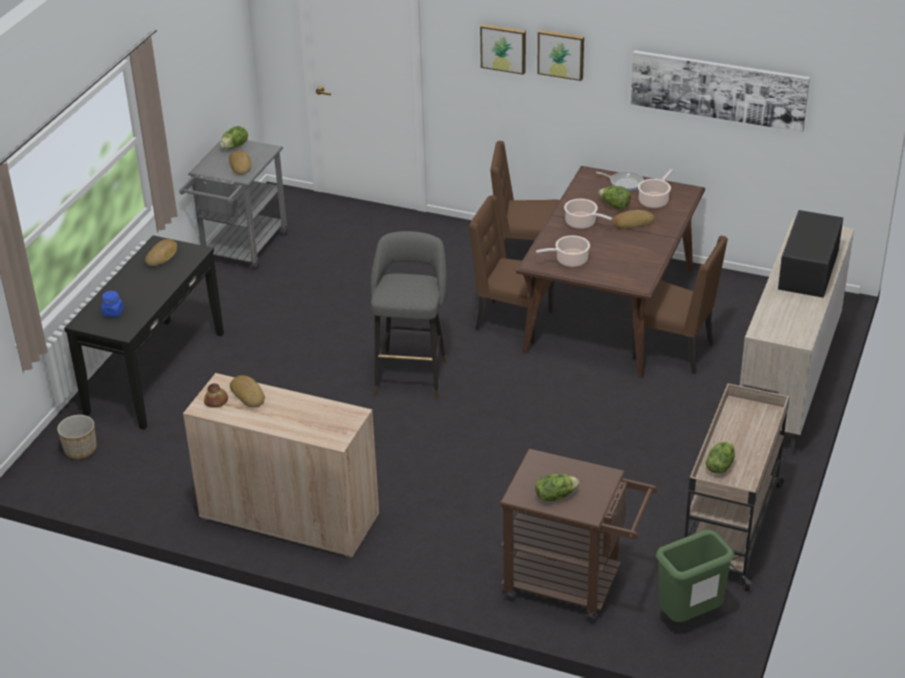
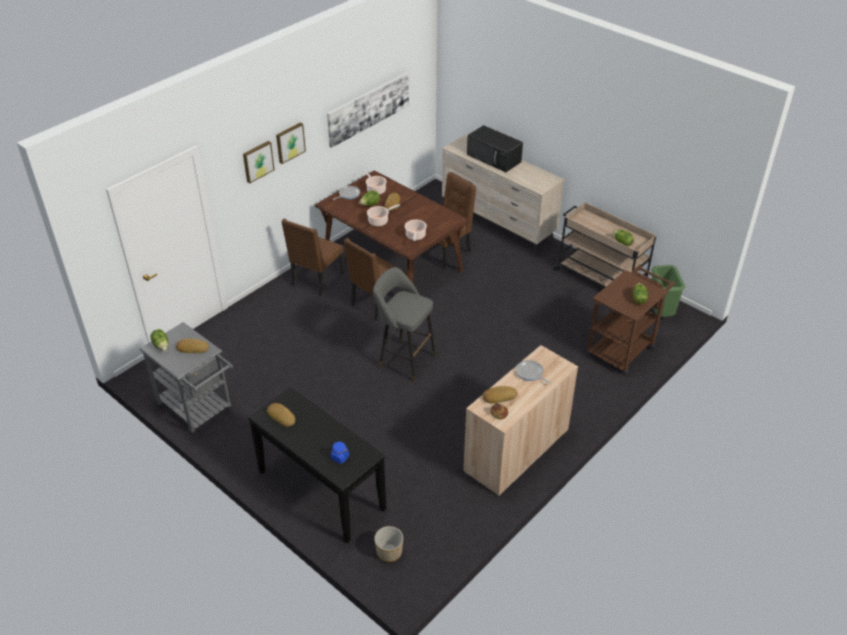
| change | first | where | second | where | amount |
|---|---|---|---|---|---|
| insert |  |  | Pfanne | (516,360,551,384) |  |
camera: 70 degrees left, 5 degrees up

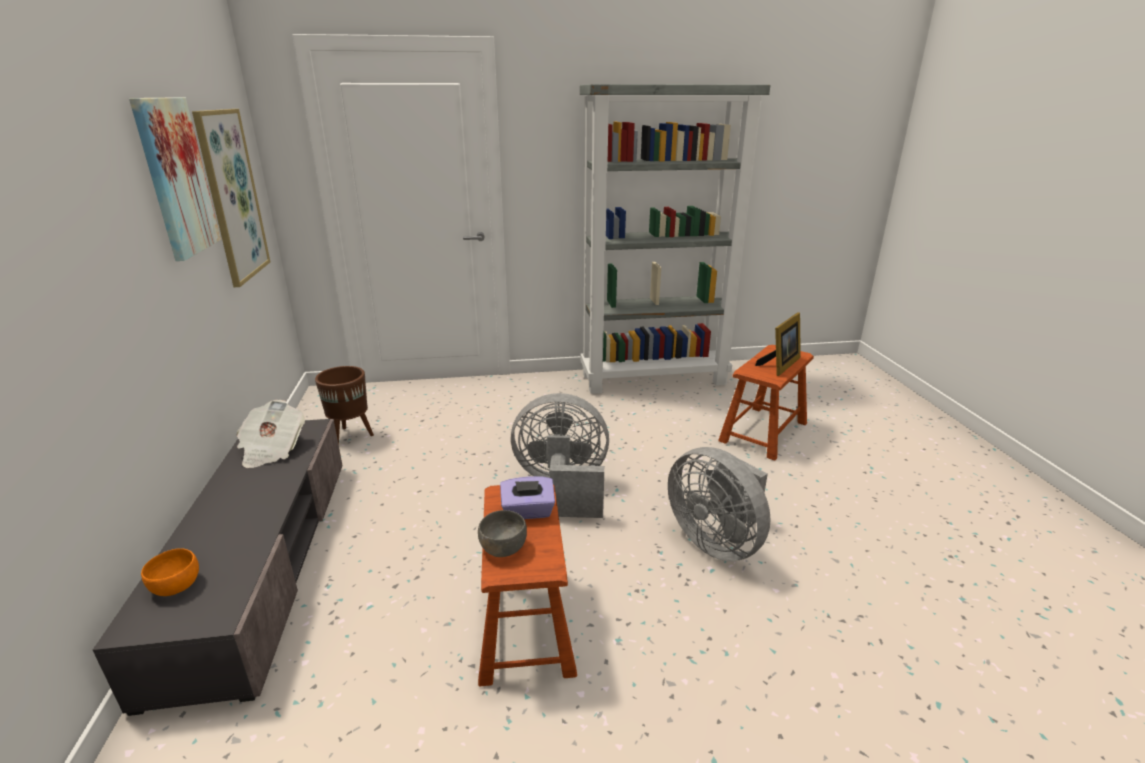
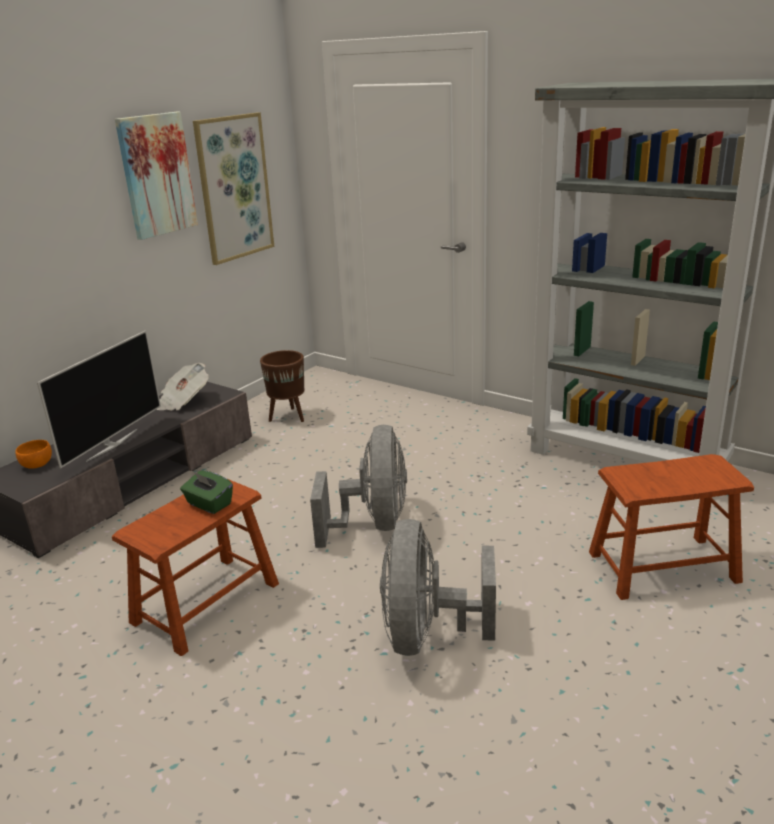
| change | first | where | second | where | amount |
|---|---|---|---|---|---|
| insert |  |  | Fernseher | (37,330,161,468) |  |
| recolor | Taschentuchbox [lila] | (500,476,555,519) | Taschentuchbox [grün] | (180,471,233,514) |  |
| rotate | Ventilator [grau] | (511,393,609,518) |  | (310,425,407,548) | 45 degrees clockwise |
| delete | Schüssel [grau] | (478,510,527,557) |  |  |  |
| delete | Bilderrahmen | (755,312,801,376) |  |  |  |
camera: 45 degrees right, 0 degrees up

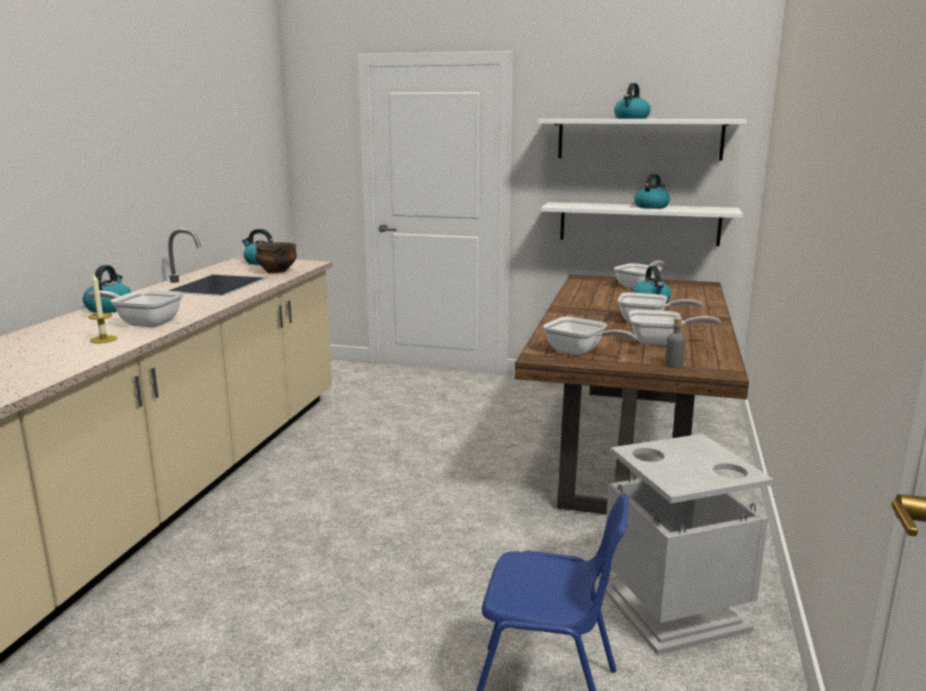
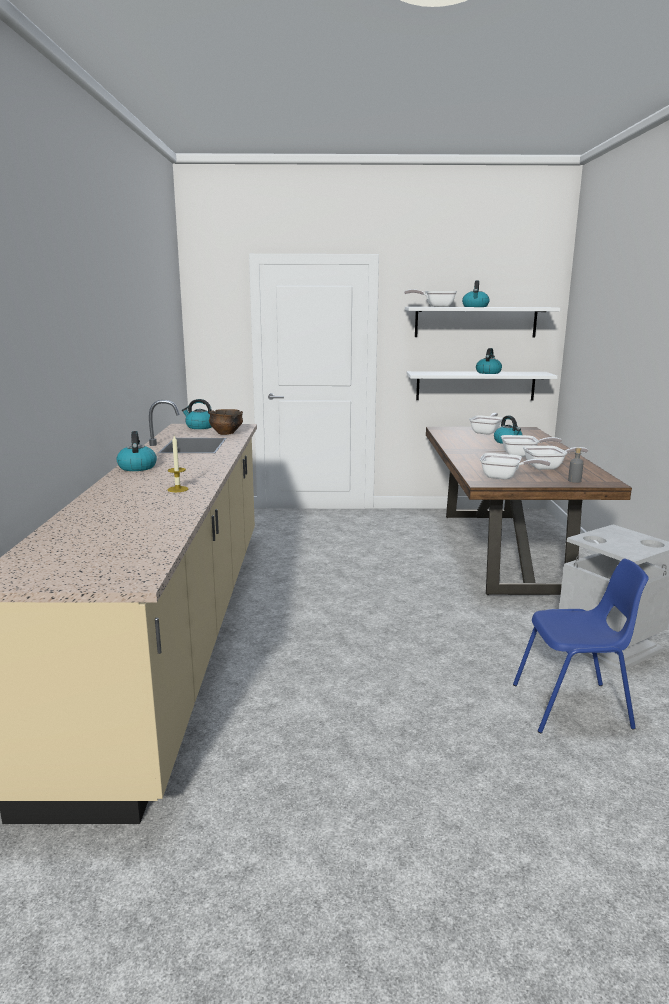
| change | first | where | second | where | amount |
|---|---|---|---|---|---|
| move | Pfanne | (88,290,183,327) |  | (404,289,457,307) |  |
camera: 15 degrees left, 0 degrees up

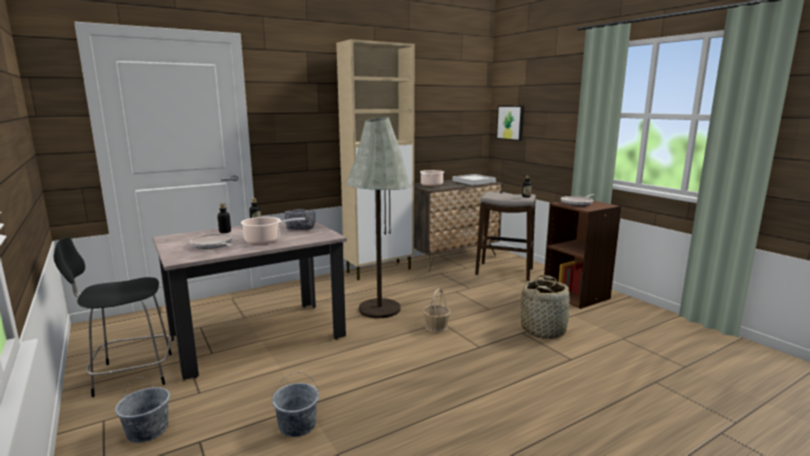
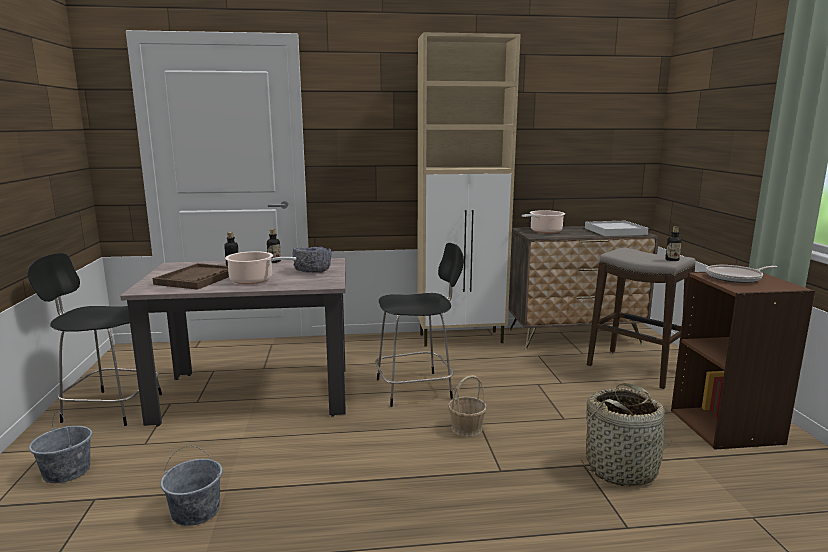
| change | first | where | second | where | amount |
|---|---|---|---|---|---|
| replace | Pfanne | (190,233,233,249) | Tablett [braun] | (153,263,229,290) |  |
| replace | Stehlampe [grau] | (346,117,410,318) | Stuhl [schwarz] | (375,243,464,407) |  |
| delete | Bild | (496,105,524,141) |  |  |  |
camera: 25 degrees right, 0 degrees up

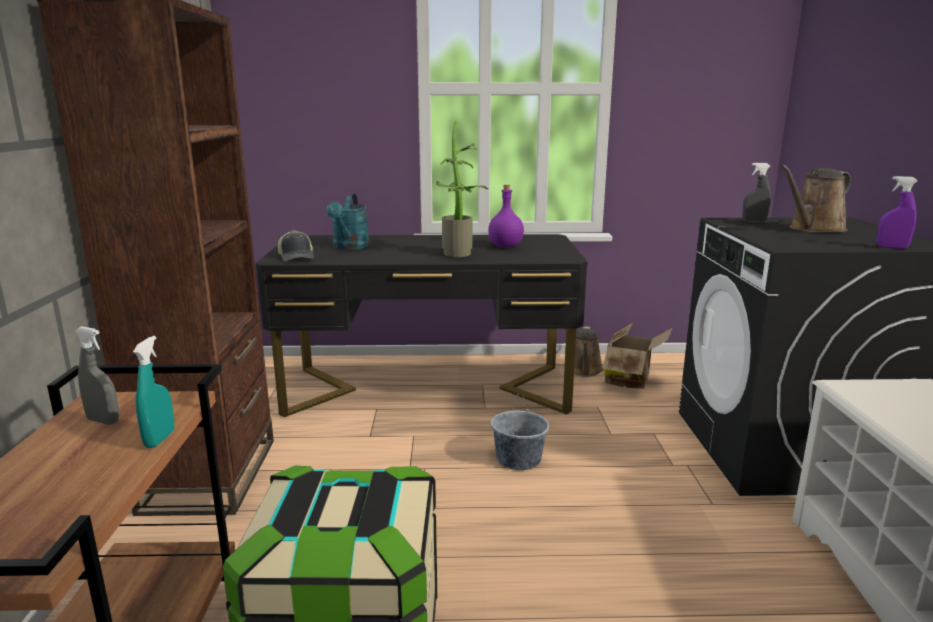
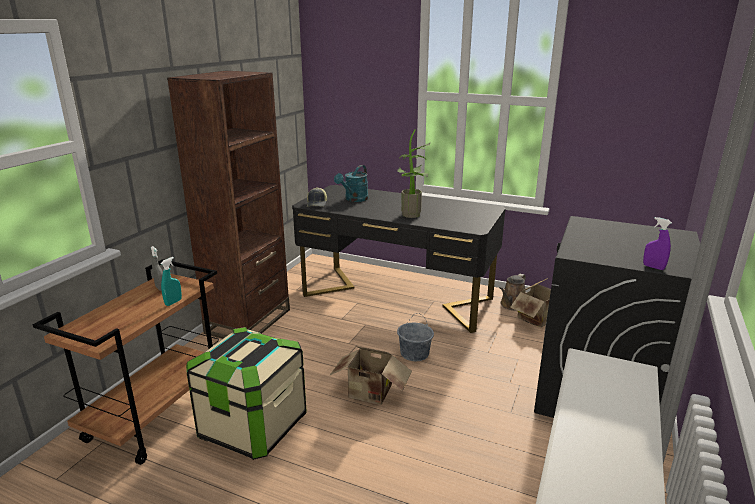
| change | first | where | second | where | amount |
|---|---|---|---|---|---|
| insert |  |  | Karton | (329,346,412,405) |  |
| delete | Flasche [lila] | (488,185,524,248) |  |  |  |
| delete | Sprühflasche [grau] | (742,163,771,222) |  |  |  |
| delete | Gießkanne [braun] | (780,165,851,233) |  |  |  |
camera: 25 degrees right, 5 degrees up

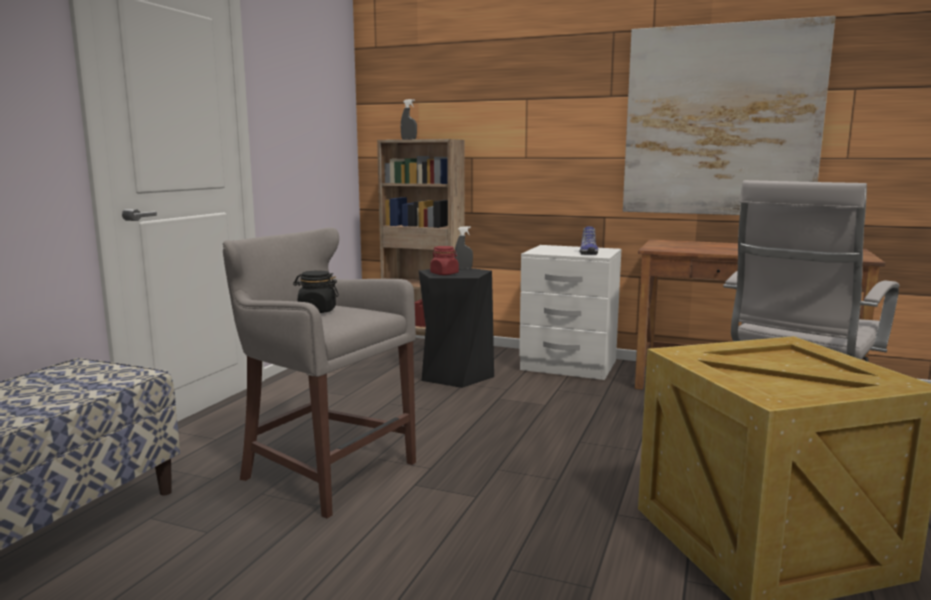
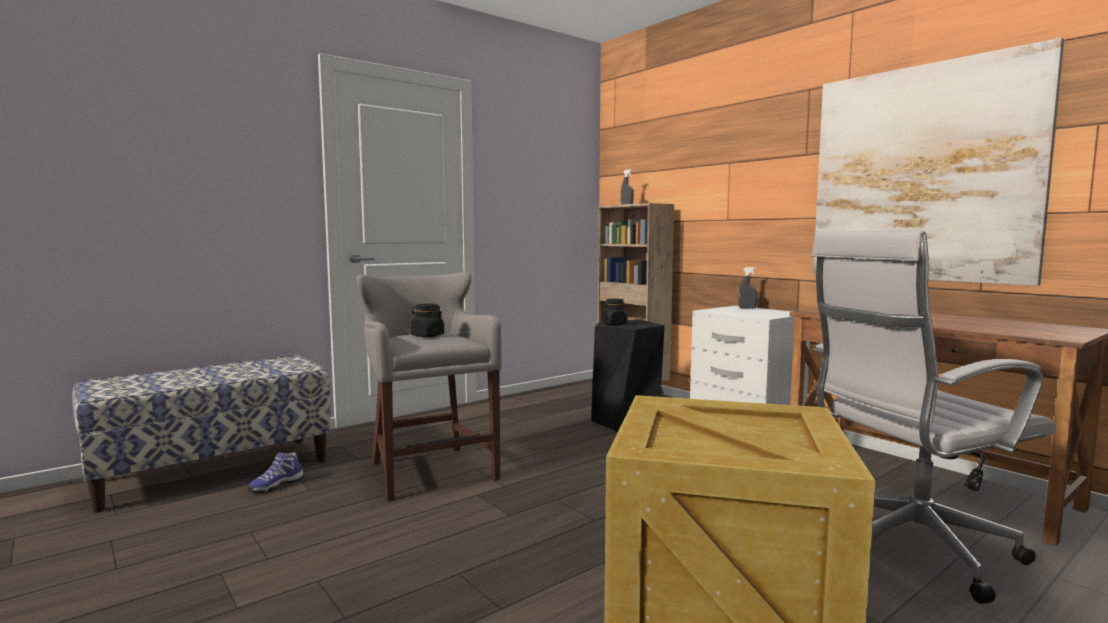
| change | first | where | second | where | amount |
|---|---|---|---|---|---|
| move | Schuh | (580,226,598,255) |  | (247,452,304,494) |  |
| recolor | Vorratsglas [rot] | (430,246,459,275) | Vorratsglas [schwarz] | (602,299,628,325) |  |
| move | Sprühflasche [grau] | (454,226,473,269) |  | (738,267,758,309) |  |
camera: 30 degrees right, 5 degrees down

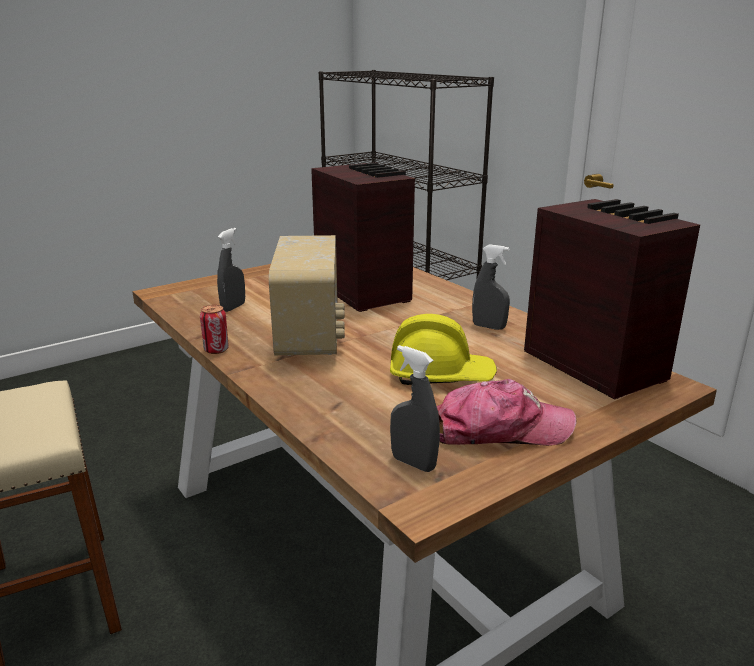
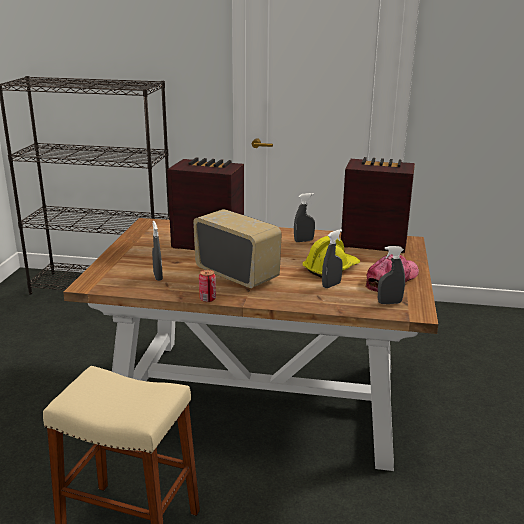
| change | first | where | second | where | amount |
|---|---|---|---|---|---|
| insert |  |  | Sprühflasche [grau] | (322,229,343,288) |  |
camera: 45 degrees left, 0 degrees up

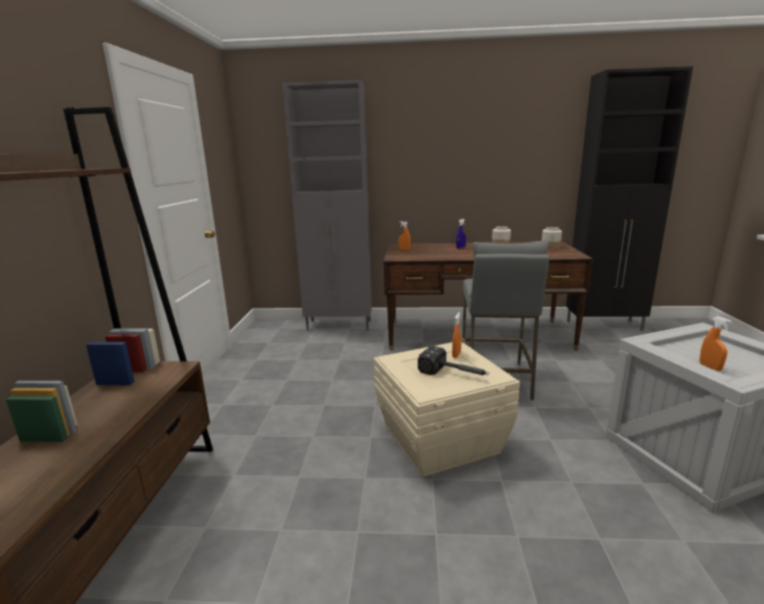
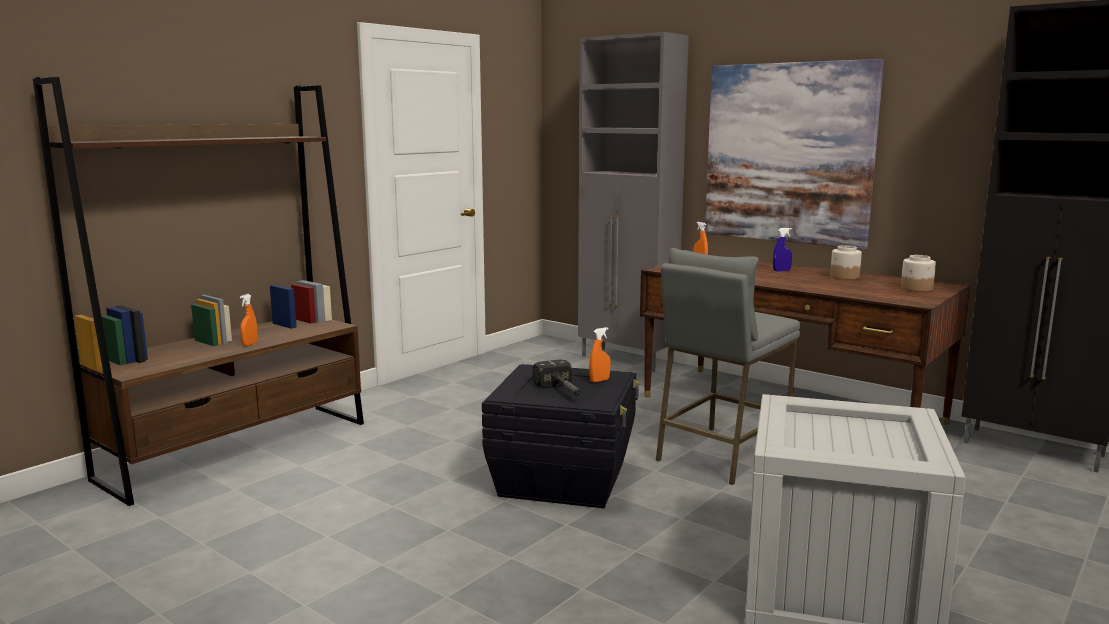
| change | first | where | second | where | amount |
|---|---|---|---|---|---|
| move | Sprühflasche [orange] | (700,316,732,371) |  | (240,294,258,346) |  |
| recolor | Aufbewahrungsbox [beige] | (374,342,520,477) | Aufbewahrungsbox [schwarz] | (482,364,640,508) |  |
| insert |  |  | Bild | (705,59,884,249) |  |
camera: 35 degrees right, 5 degrees down

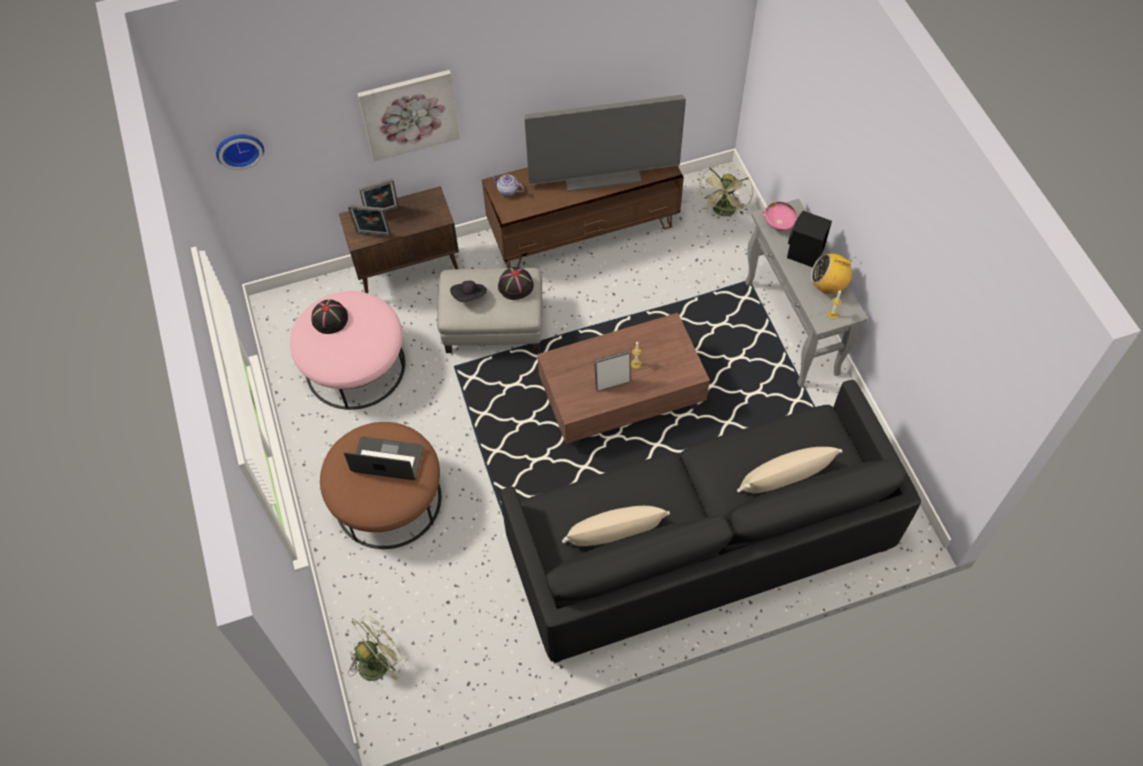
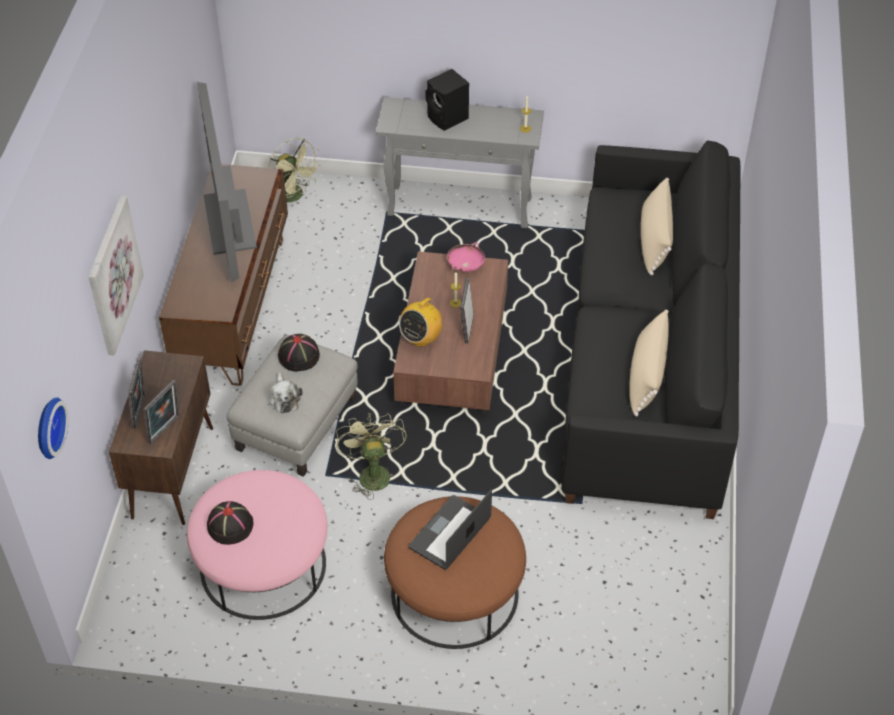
| change | first | where | second | where | amount |
|---|---|---|---|---|---|
| rotate | Fernseher | (524,95,686,192) |  | (197,82,257,282) | 150 degrees clockwise |
| replace | Hut [schwarz] | (450,281,487,302) | Plüschtier | (269,372,303,413) |  |
| move | Ventilator [grün] | (348,611,404,681) |  | (336,413,407,500) |  |
| move | Radio | (811,253,856,294) |  | (399,293,443,347) |  |
| move | Schüssel [rosa] | (761,202,800,231) |  | (447,242,485,272) |  |
| delete | Teekanne | (491,174,524,196) |  |  |  |
camera: 65 degrees left, 10 degrees down

